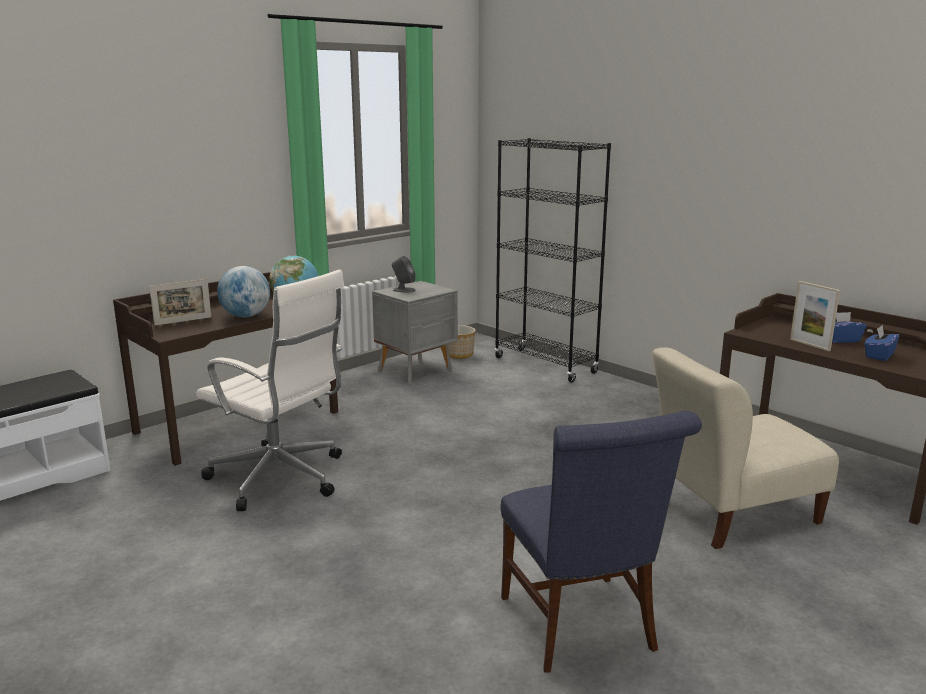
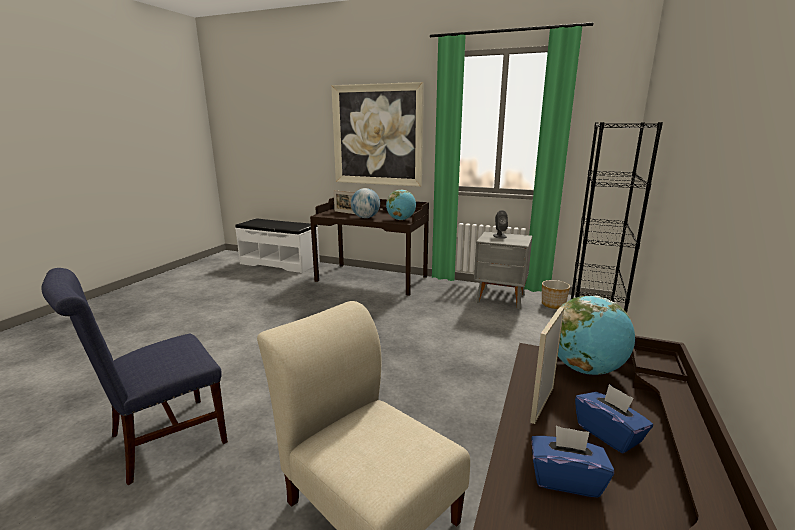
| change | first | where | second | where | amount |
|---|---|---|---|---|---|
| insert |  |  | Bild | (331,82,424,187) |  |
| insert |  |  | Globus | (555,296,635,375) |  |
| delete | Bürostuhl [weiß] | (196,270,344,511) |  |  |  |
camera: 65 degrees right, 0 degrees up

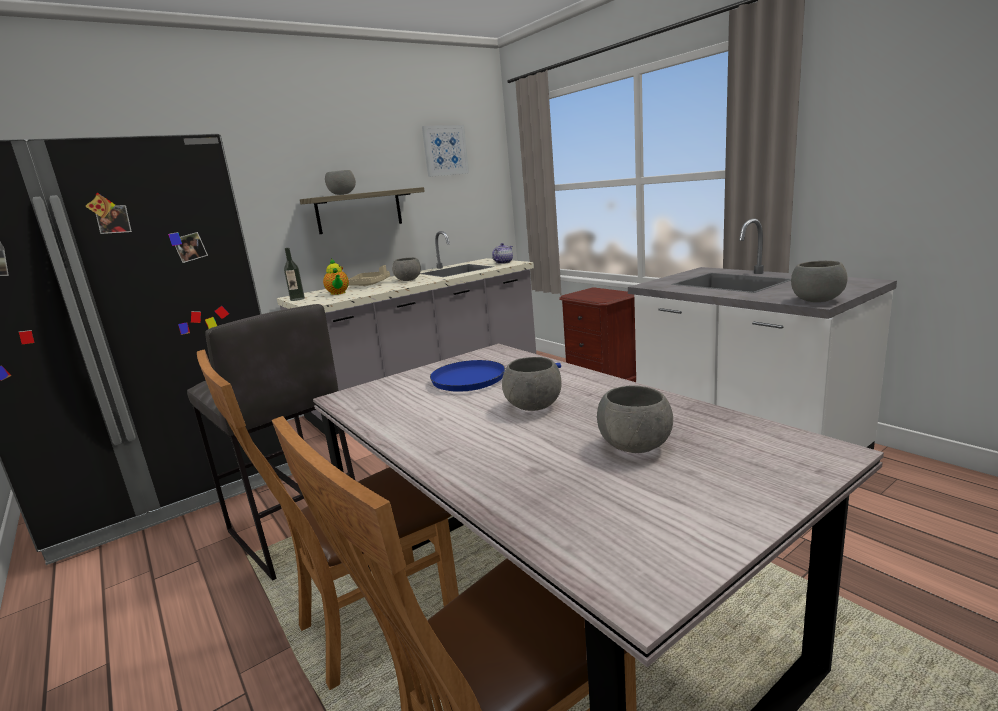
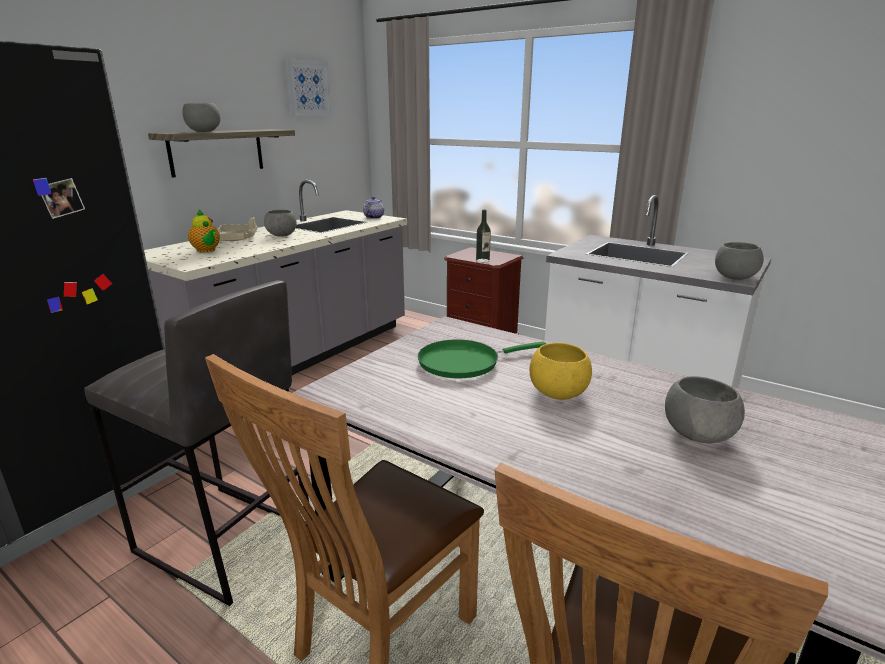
| change | first | where | second | where | amount |
|---|---|---|---|---|---|
| recolor | Pfanne [blau] | (430,360,561,392) | Pfanne [grün] | (418,339,546,379) |  |
| move | Flasche | (284,248,305,301) |  | (476,210,491,262) |  |
| recolor | Schüssel [grau] | (502,357,562,411) | Schüssel [gelb] | (529,343,592,400) |  |
camera: 20 degrees left, 5 degrees up

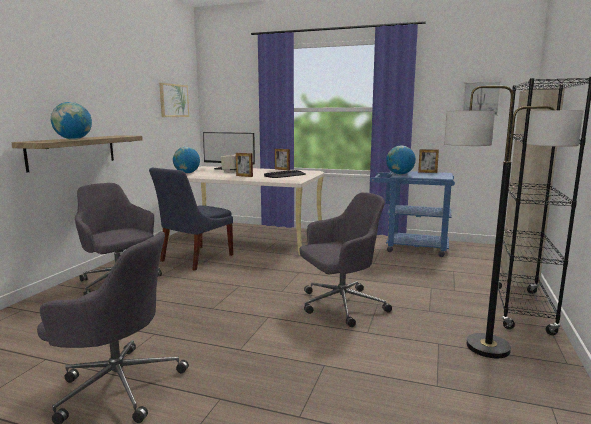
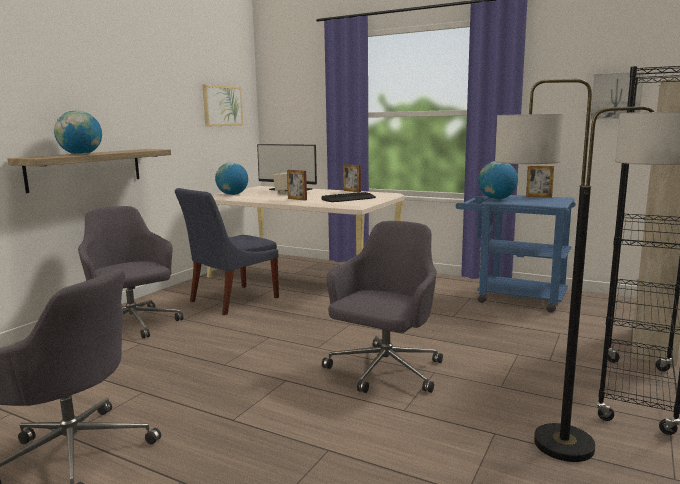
| change | first | where | second | where | amount |
|---|---|---|---|---|---|
| rotate | Bürostuhl [grau] | (299,192,392,327) |  | (322,221,443,393) | 45 degrees counterclockwise |
camera: 10 degrees right, 0 degrees up

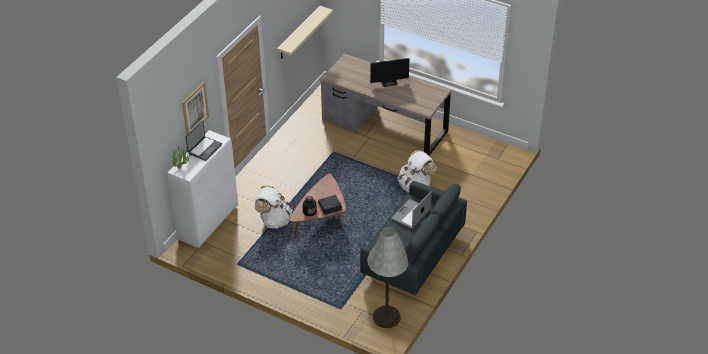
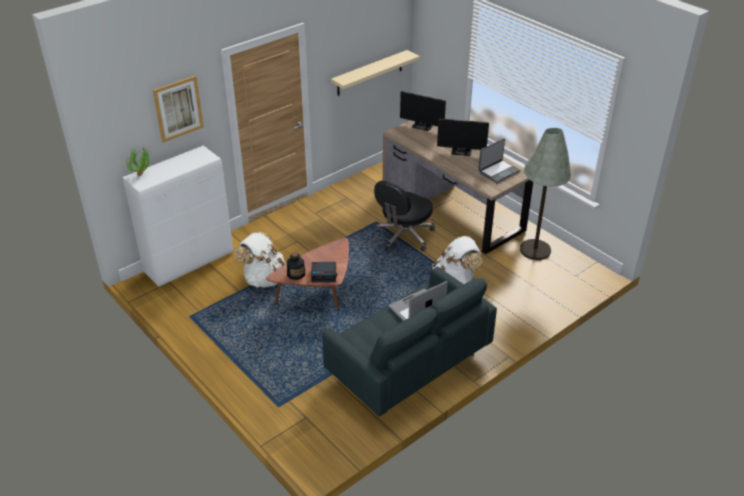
| change | first | where | second | where | amount |
|---|---|---|---|---|---|
| insert |  |  | Bürostuhl [schwarz] | (374,180,435,252) |  |
| insert |  |  | Monitor | (400,91,446,131) |  |
| move | Laptop | (185,120,222,161) |  | (478,139,520,183) |  |
| move | Stehlampe [grau] | (367,227,409,328) |  | (520,128,571,260) |  |
camera: 20 degrees right, 5 degrees down

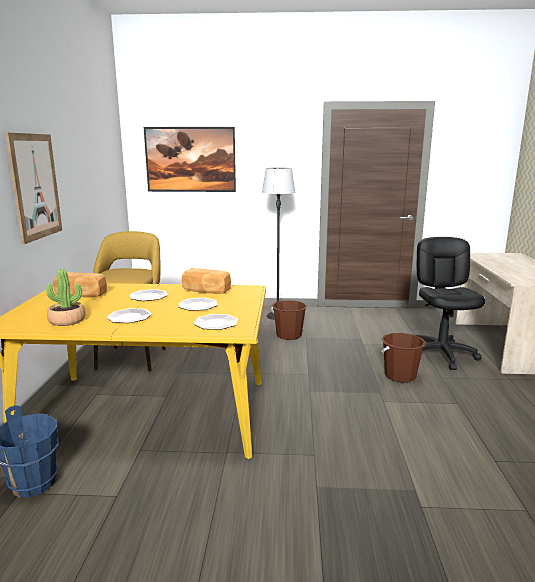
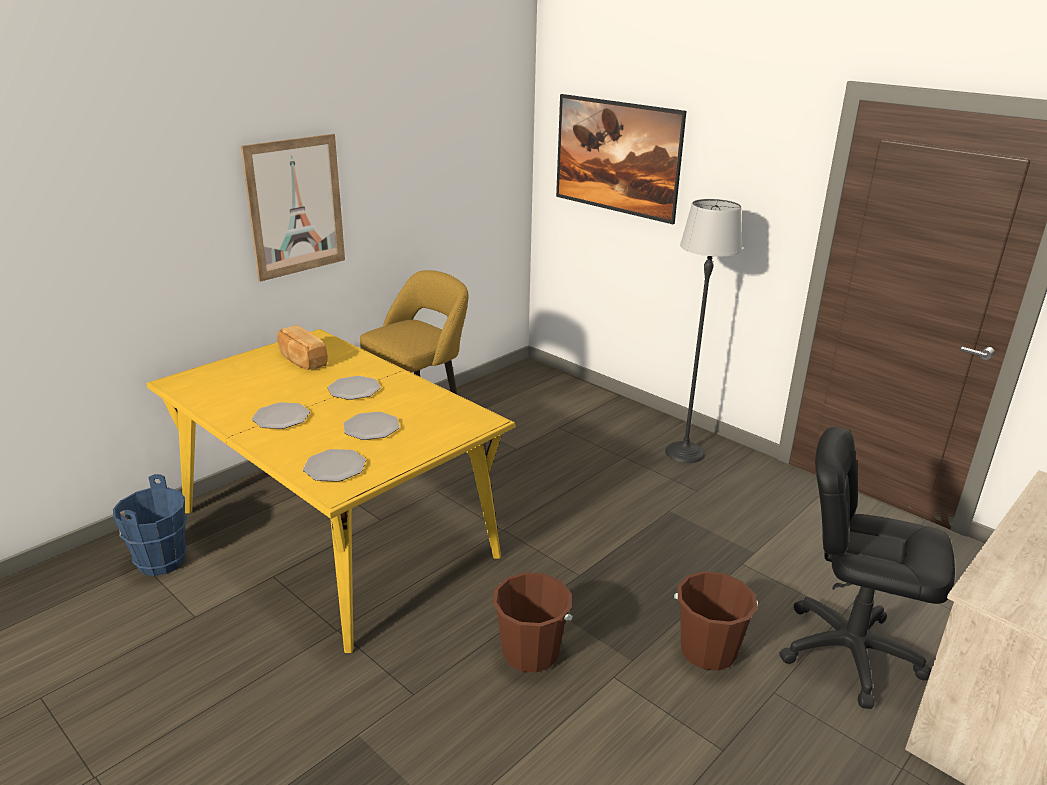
| change | first | where | second | where | amount |
|---|---|---|---|---|---|
| move | Eimer [braun] | (271,300,307,340) |  | (492,572,573,673) |  |
| rotate | Bürostuhl [schwarz] | (415,237,485,370) |  | (779,427,955,709) | 105 degrees counterclockwise |
| delete | Topfpflanze | (46,269,85,326) |  |  |  |
| delete | Brot | (182,268,231,294) |  |  |  |
camera: 40 degrees right, 10 degrees up

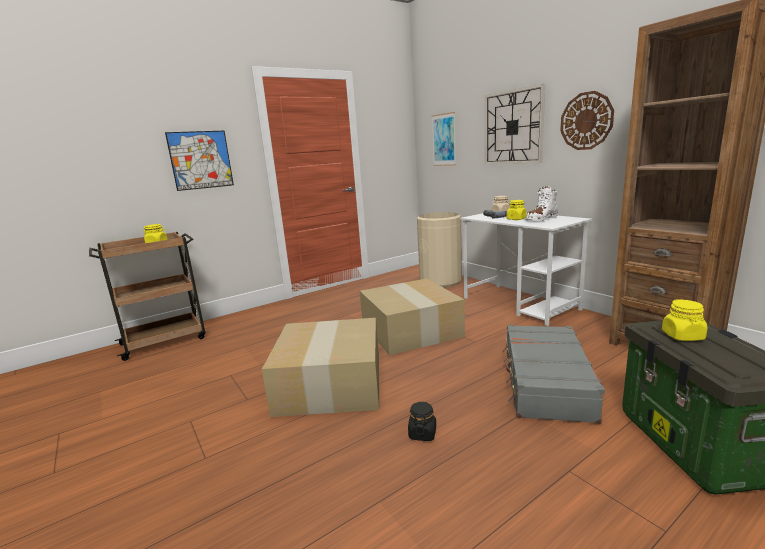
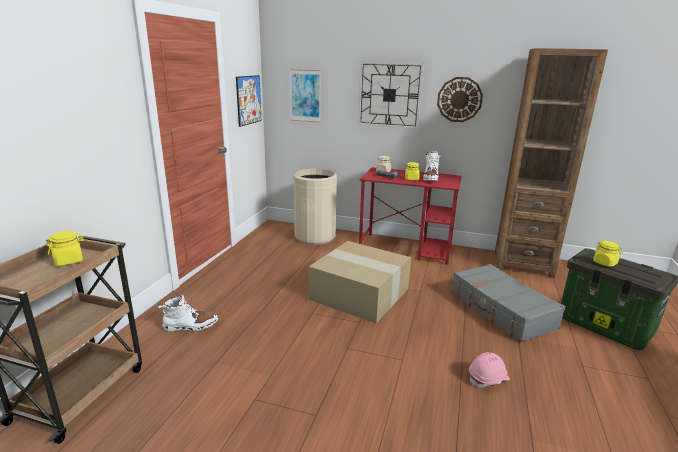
| change | first | where | second | where | amount |
|---|---|---|---|---|---|
| insert |  |  | Stiefel [weiß] | (158,295,218,331) |  |
| move | Bild | (165,131,234,191) |  | (236,75,262,127) |  |
| recolor | Schreibtisch [weiß] | (460,213,592,326) | Schreibtisch [rot] | (359,167,462,265) |  |
| replace | Vorratsglas [schwarz] | (408,401,436,441) | Schutzhelm [rosa] | (469,352,510,388) |  |
| delete | Karton | (262,318,379,417) |  |  |  |
camera: 40 degrees left, 5 degrees up

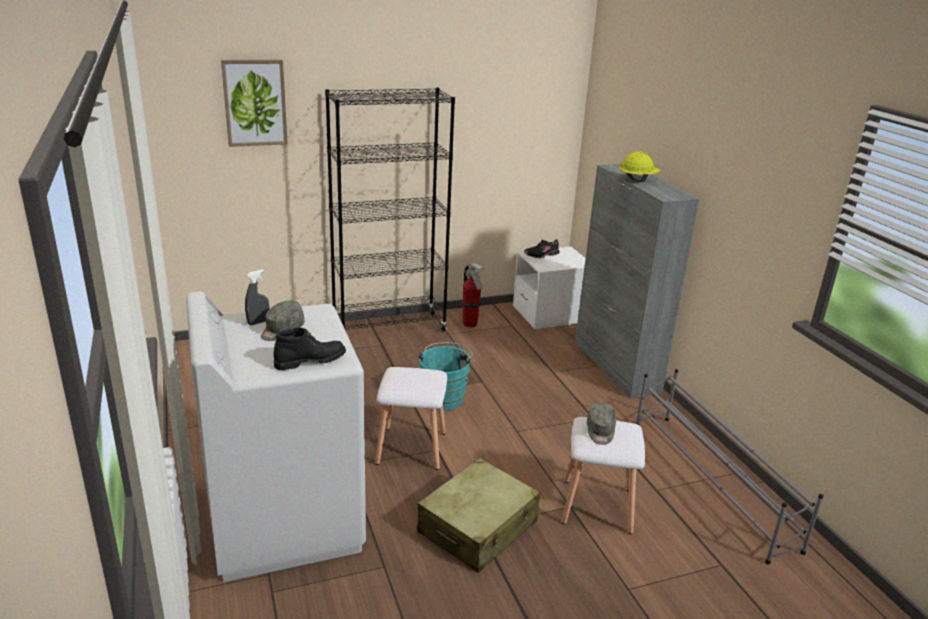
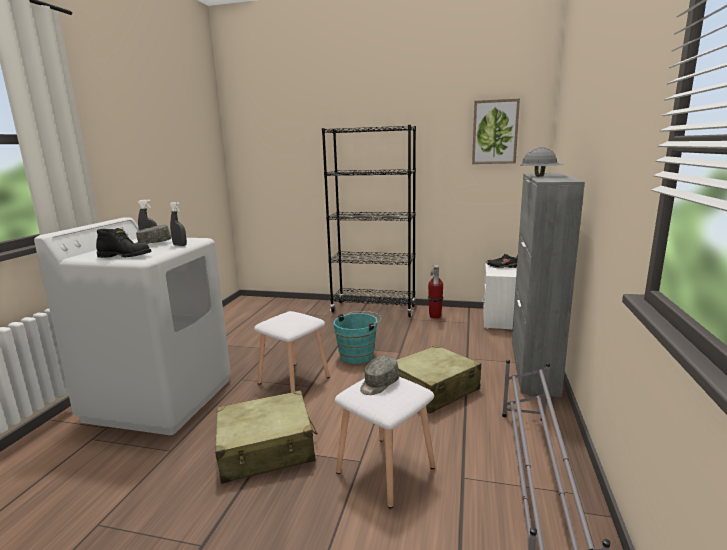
| change | first | where | second | where | amount |
|---|---|---|---|---|---|
| insert |  |  | Sprühflasche [grau] | (169,202,187,246) |  |
| insert |  |  | Koffer [beige] | (396,345,481,414) |  |
| move | Bild | (221,60,288,147) |  | (472,98,520,164) |  |
| recolor | Schutzhelm [gelb] | (618,151,660,182) | Schutzhelm [grau] | (520,147,564,177) |  |
camera: 35 degrees right, 10 degrees down

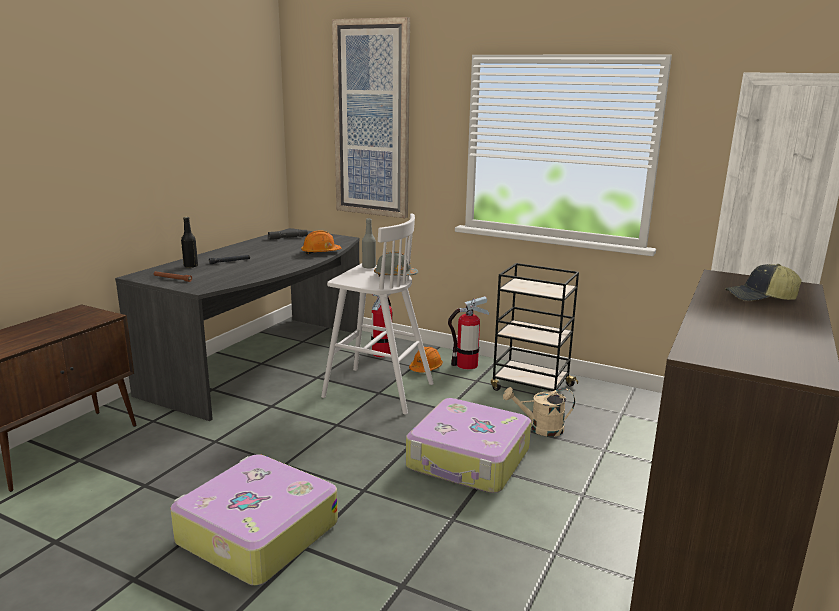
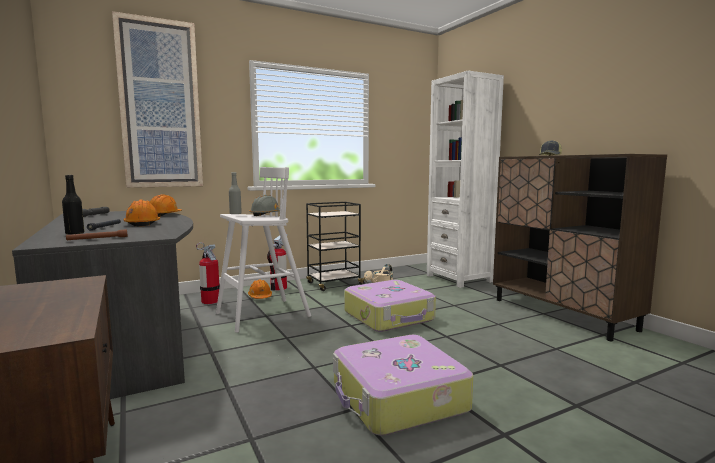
| change | first | where | second | where | amount |
|---|---|---|---|---|---|
| insert |  |  | Schutzhelm [orange] | (123,199,160,226) |  |
camera: 55 degrees left, 10 degrees down

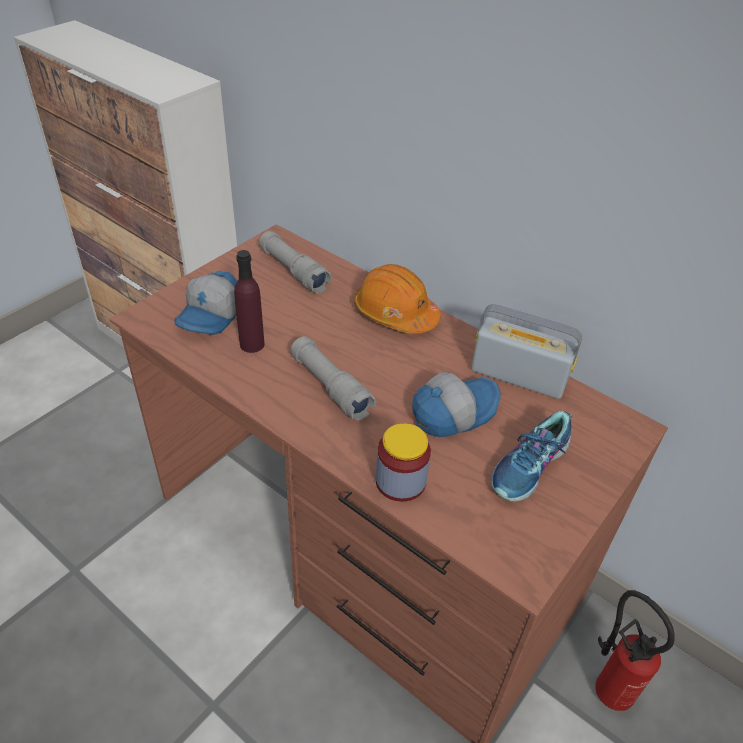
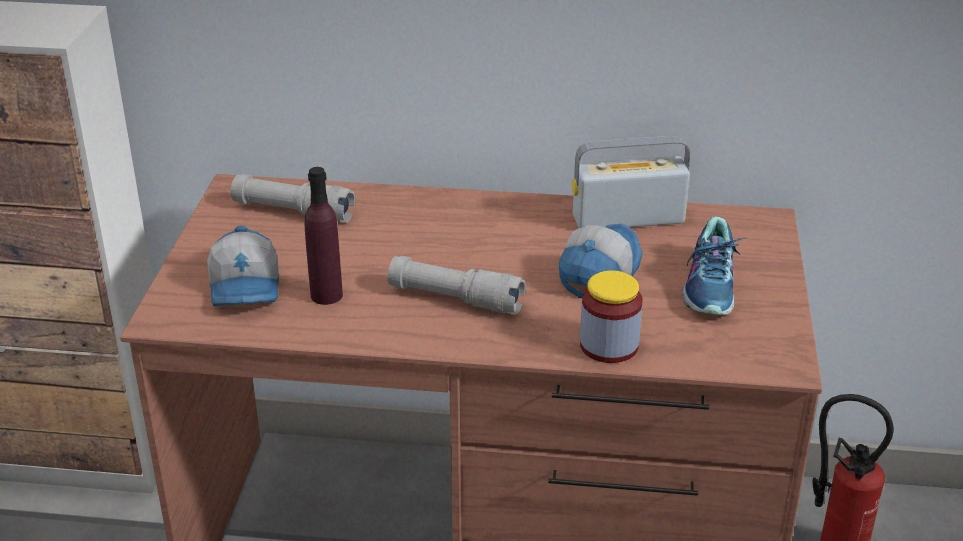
| change | first | where | second | where | amount |
|---|---|---|---|---|---|
| delete | Schutzhelm [orange] | (354,264,441,334) |  |  |  |
camera: 30 degrees left, 10 degrees down

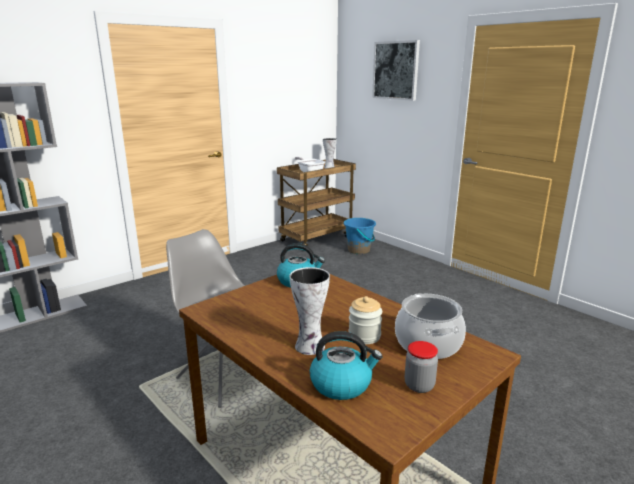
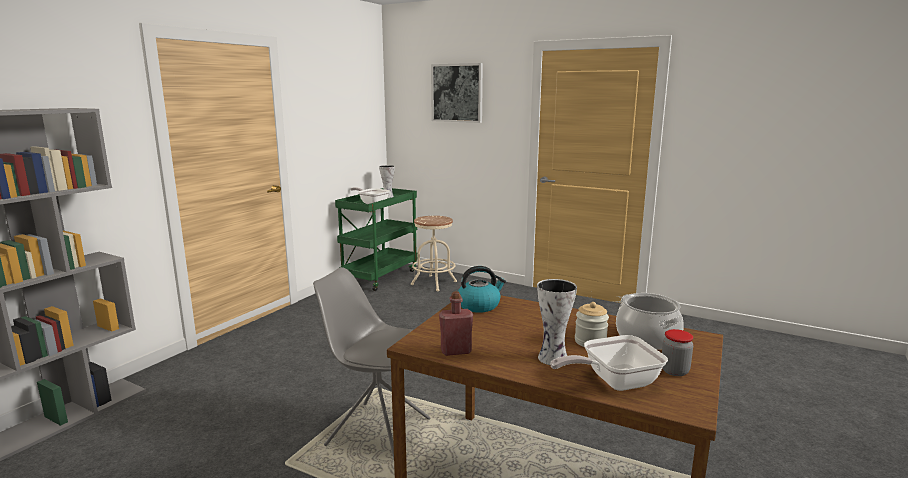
| change | first | where | second | where | amount |
|---|---|---|---|---|---|
| recolor | Rollwagen [braun] | (277,159,356,251) | Rollwagen [grün] | (335,188,417,291) |  |
| replace | Eimer [blau] | (344,218,376,254) | Hocker [beige] | (411,216,457,291) |  |
| insert |  |  | Flasche [rot] | (439,291,473,356) |  |
| replace | Wasserkessel | (310,331,383,400) | Pfanne | (550,335,668,391) |  |
camera: 20 degrees left, 5 degrees down

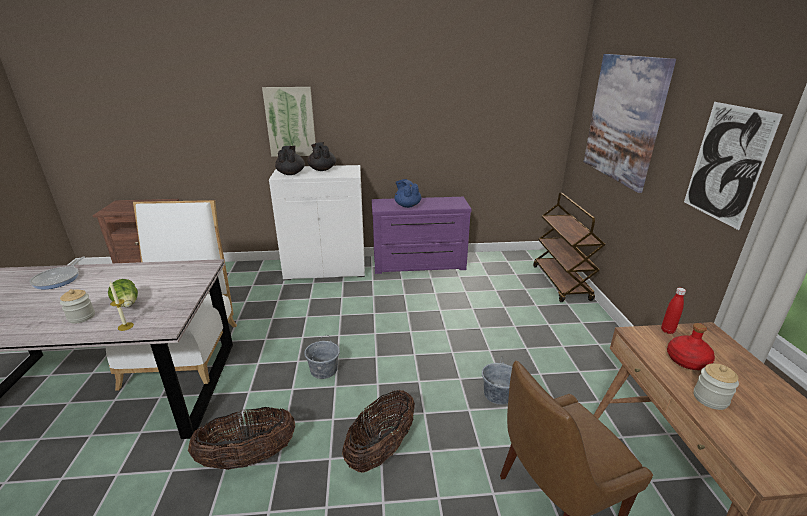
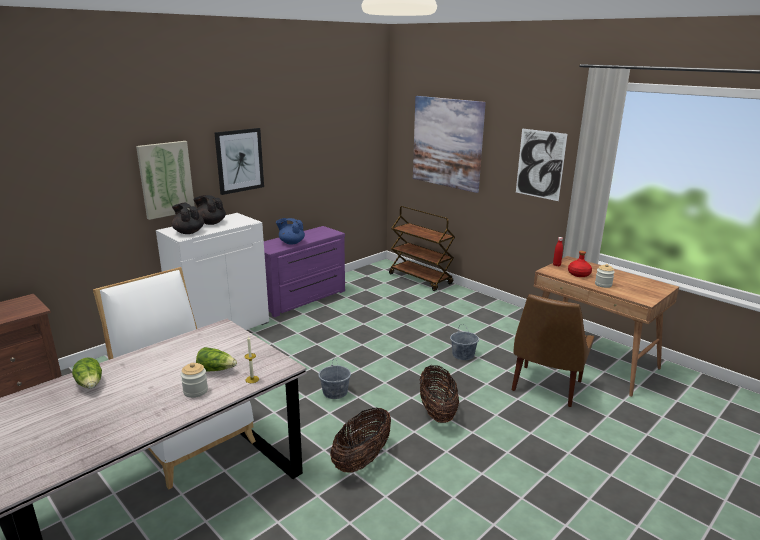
| change | first | where | second | where | amount |
|---|---|---|---|---|---|
| replace | Pfanne | (30,256,85,289) | Salatkopf | (72,357,102,389) |  |
| insert |  |  | Bild | (214,128,264,195) |  |
camera: 40 degrees left, 5 degrees down

